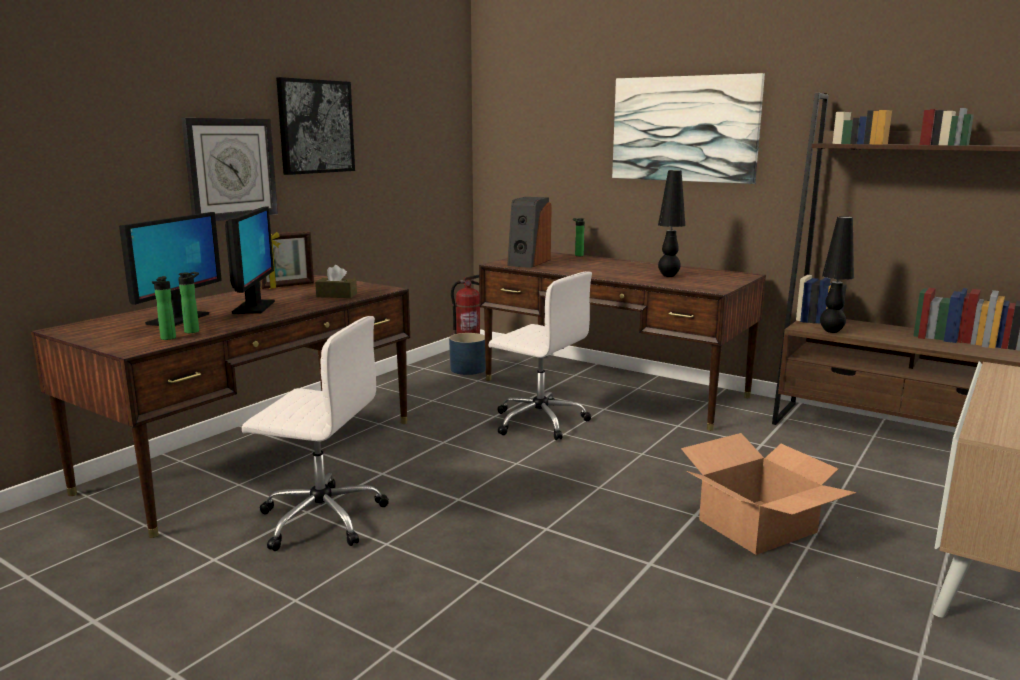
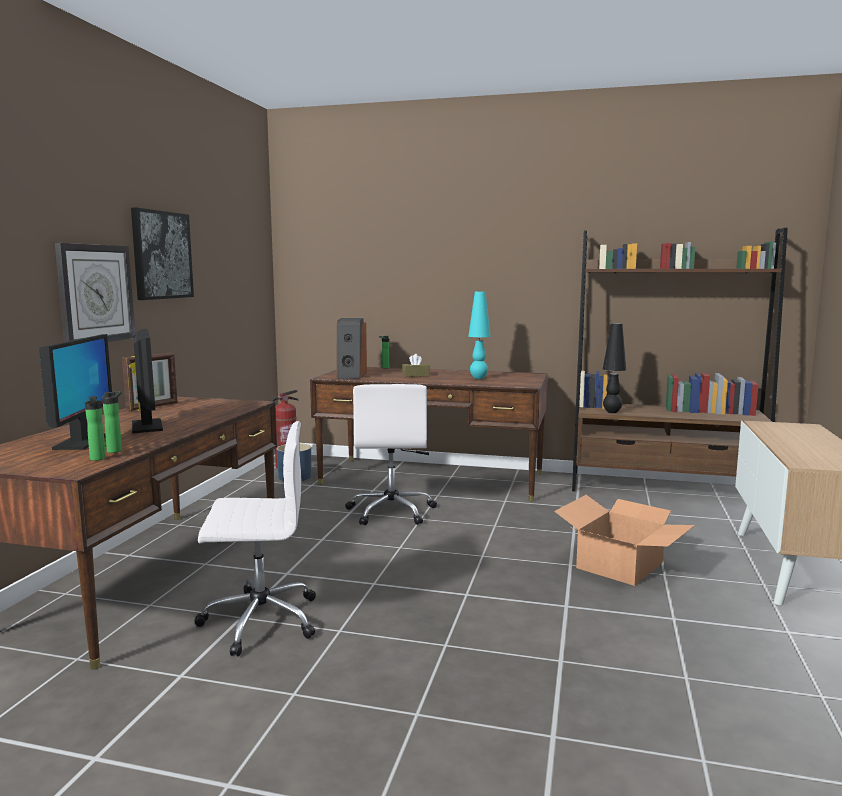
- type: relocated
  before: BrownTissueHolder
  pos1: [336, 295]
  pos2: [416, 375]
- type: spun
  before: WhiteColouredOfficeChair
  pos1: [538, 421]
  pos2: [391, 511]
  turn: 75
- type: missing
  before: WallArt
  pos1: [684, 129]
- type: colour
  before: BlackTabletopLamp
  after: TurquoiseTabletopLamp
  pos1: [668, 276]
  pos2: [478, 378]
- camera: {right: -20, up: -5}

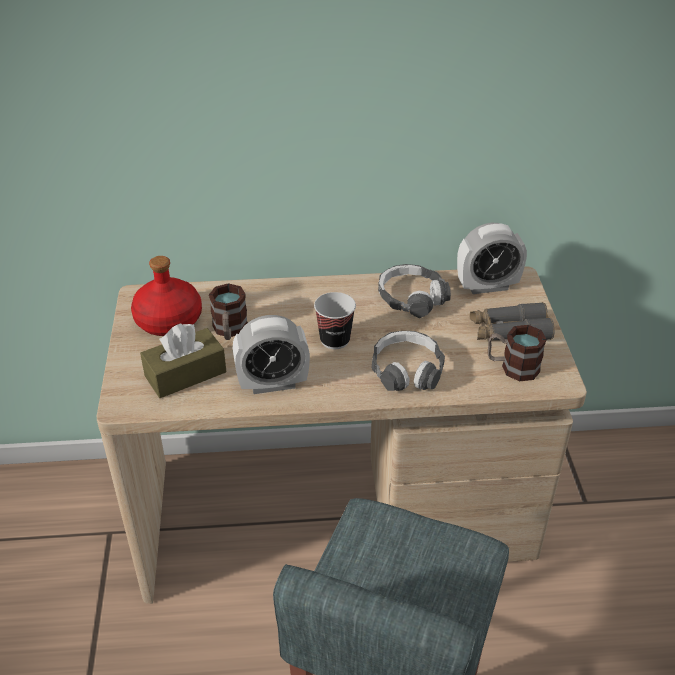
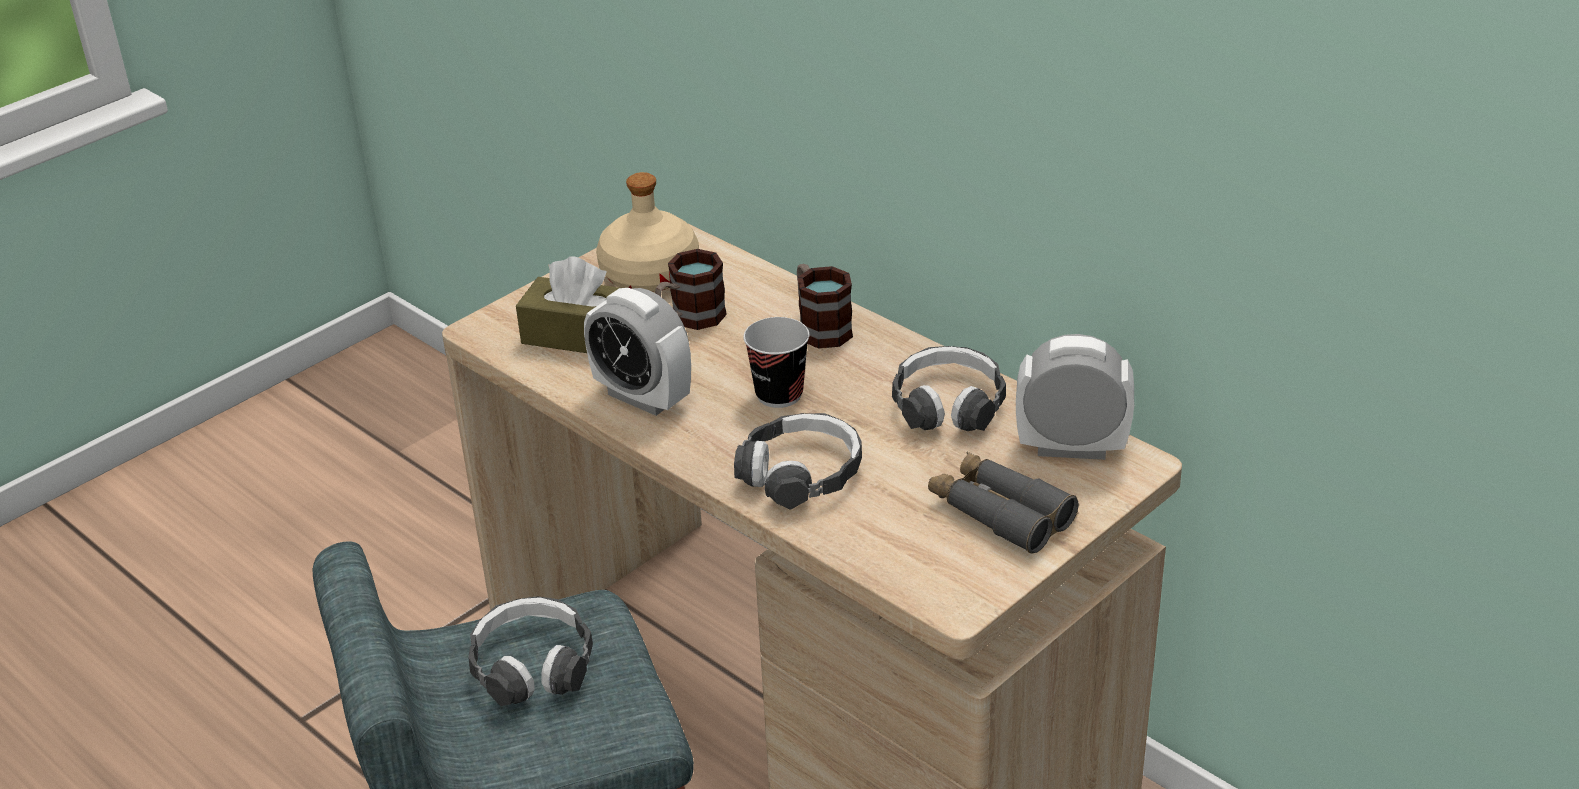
- type: colour
  before: RedBottle
  after: BeigeBottle
  pos1: [168, 320]
  pos2: [649, 274]
- type: spun
  before: BedsideClock
  pos1: [487, 286]
  pos2: [1071, 448]
  turn: 150
- type: relocated
  before: TeaMug
  pos1: [512, 367]
  pos2: [820, 327]
- type: appeared
  after: PairOfHeadphones
  pos2: [532, 665]
- camera: {right: 50, up: -5}

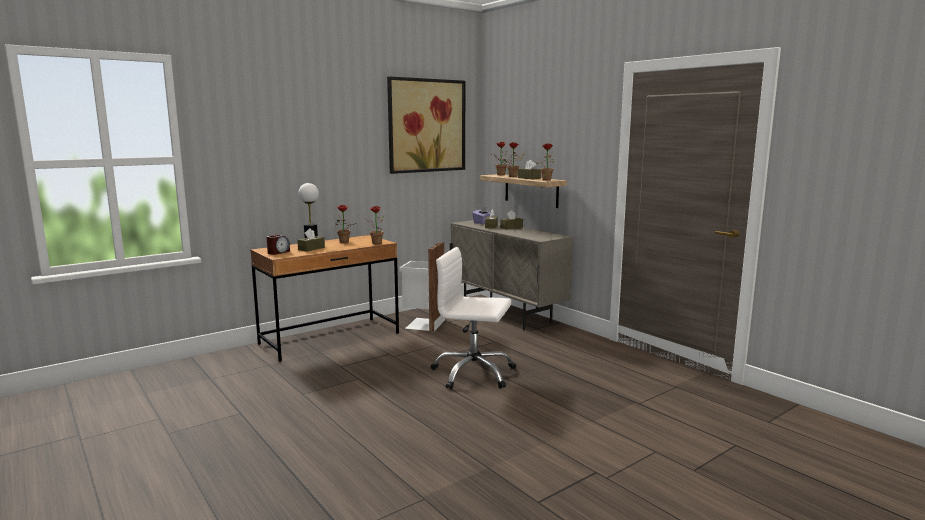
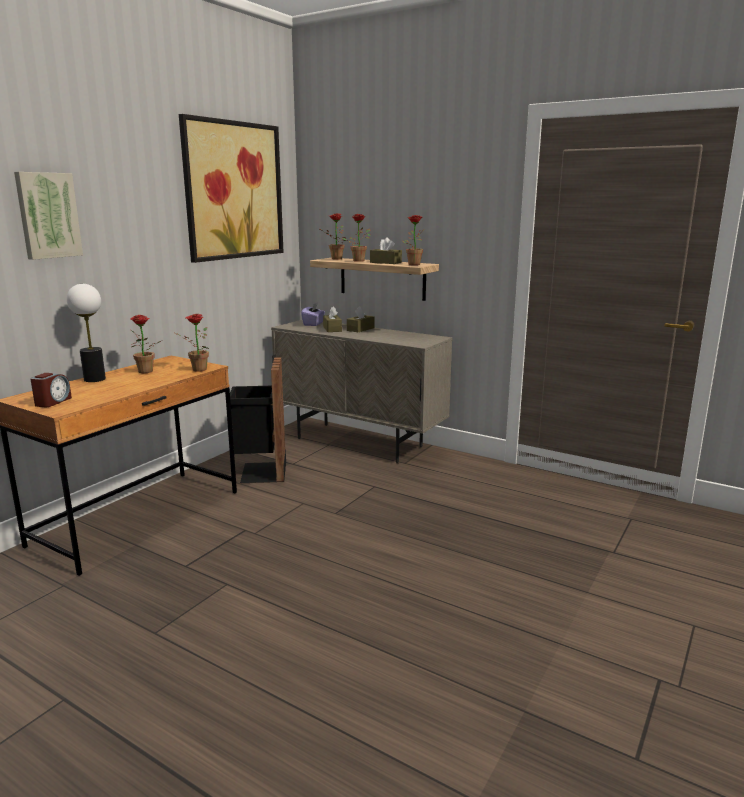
- type: missing
  before: BrownTissueHolder
  pos1: [311, 248]
- type: colour
  before: WhiteColouredTrashCan
  after: BlackTrashCan
  pos1: [423, 324]
  pos2: [260, 472]
- type: missing
  before: WhiteColouredOfficeChair
  pos1: [473, 373]
- type: appeared
  after: WallArt
  pos2: [48, 215]
- camera: {right: -20, up: 5}

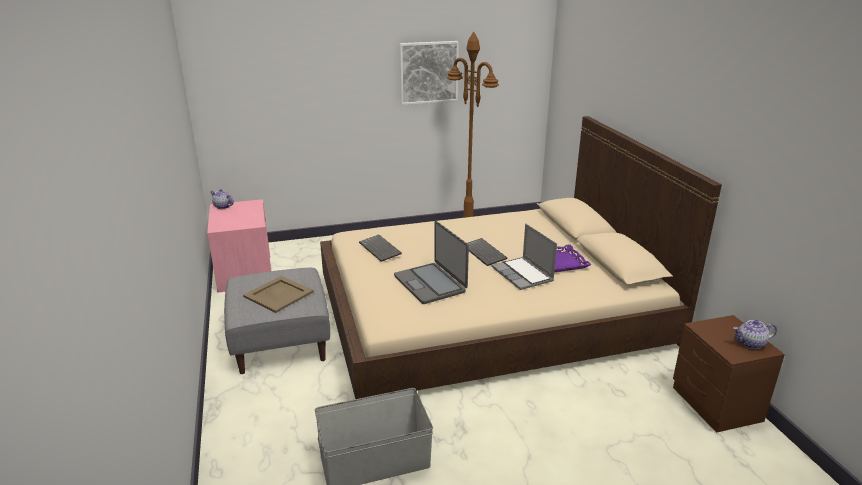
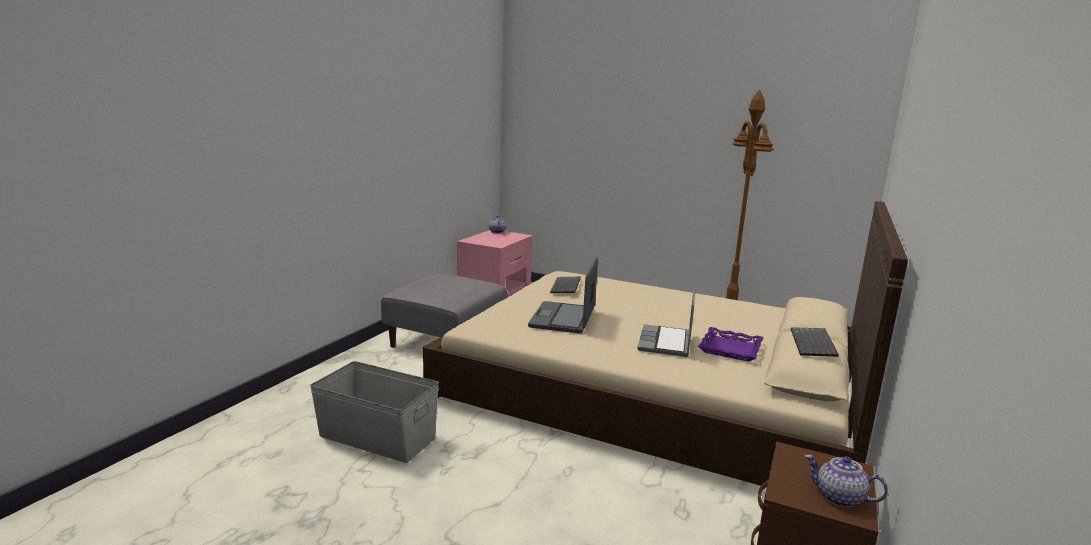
- type: missing
  before: BeigeCarryingTray
  pos1: [278, 294]
- type: missing
  before: WallArt
  pos1: [428, 72]
- type: relocated
  before: ComputerKeyboard
  pos1: [485, 253]
  pos2: [814, 344]
- camera: {right: 40, up: -10}

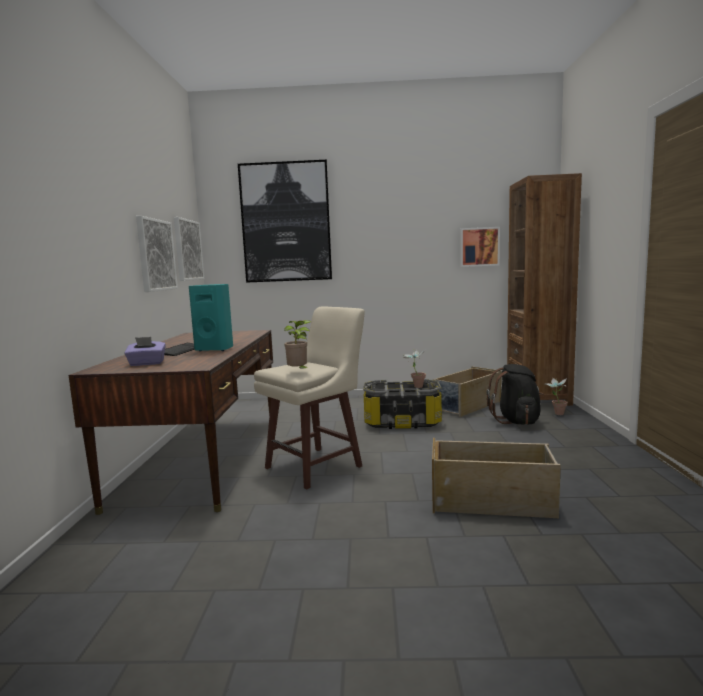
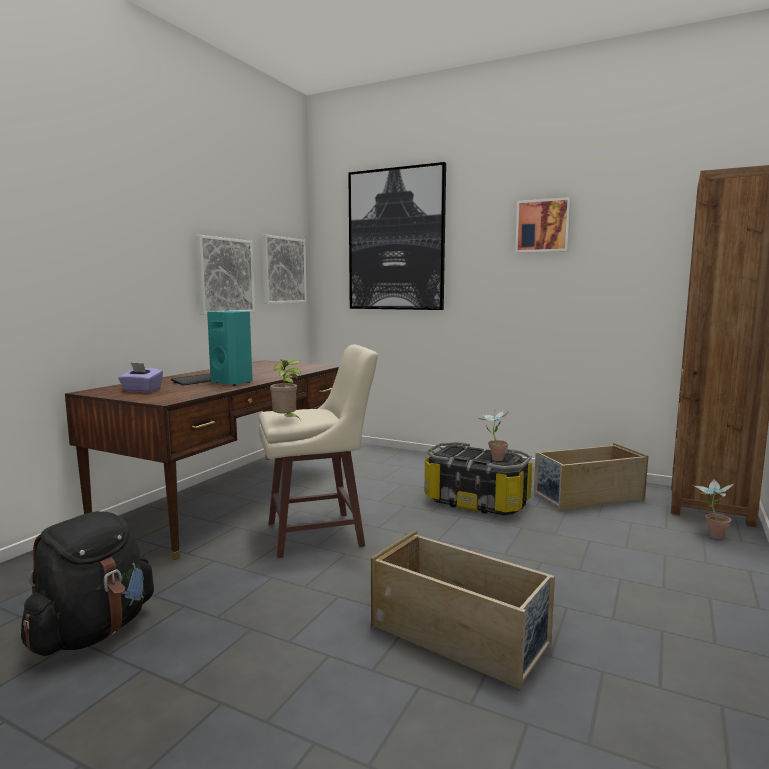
- type: relocated
  before: WallArt
  pos1: [479, 247]
  pos2: [543, 226]
- type: relocated
  before: BlackKnapsack
  pos1: [517, 421]
  pos2: [93, 632]
- camera: {right: 25, up: 0}

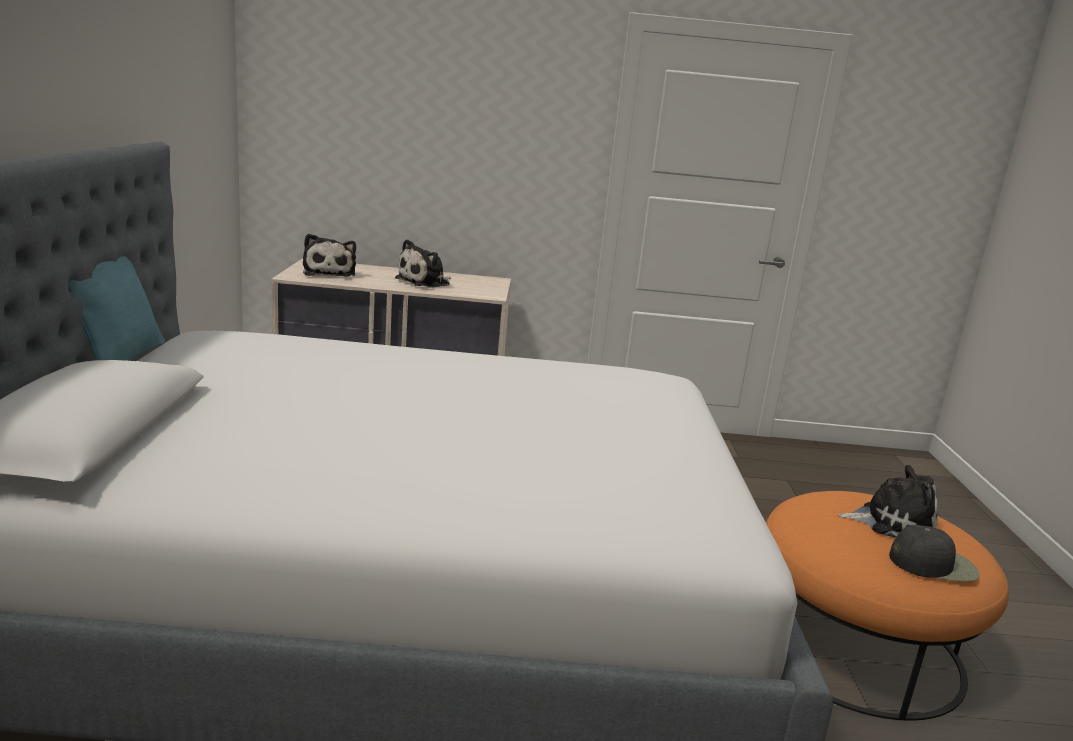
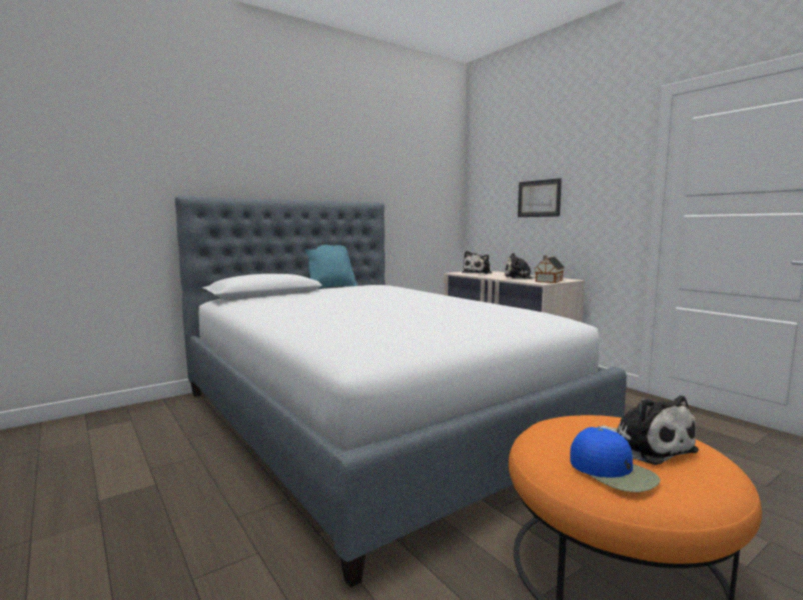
- type: colour
  before: BlackCap
  after: BlueCap
  pos1: [933, 564]
  pos2: [613, 471]
- type: appeared
  after: WallArt
  pos2: [539, 198]
- type: appeared
  after: MiniatureHouse
  pos2: [548, 281]
- camera: {right: 55, up: -10}

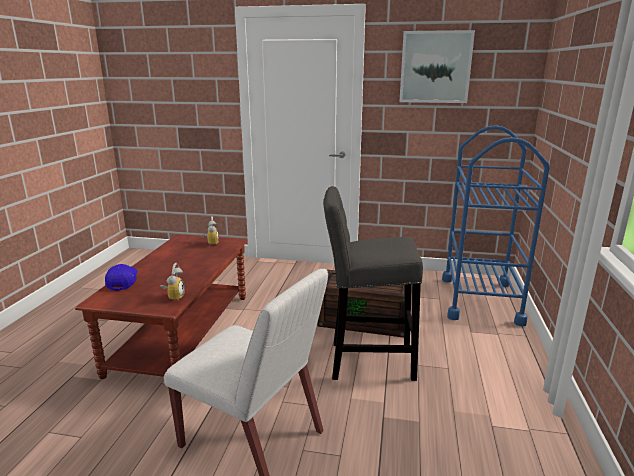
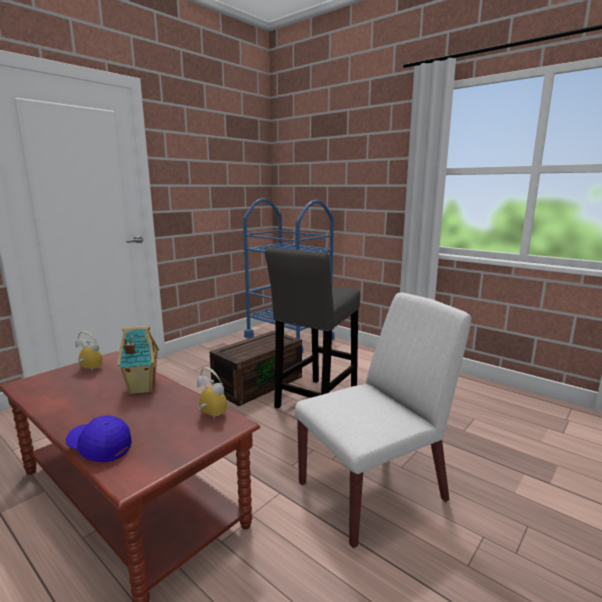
- type: missing
  before: WallArt
  pos1: [435, 67]
- type: appeared
  after: MiniatureHouse
  pos2: [141, 388]
- camera: {right: -60, up: -5}

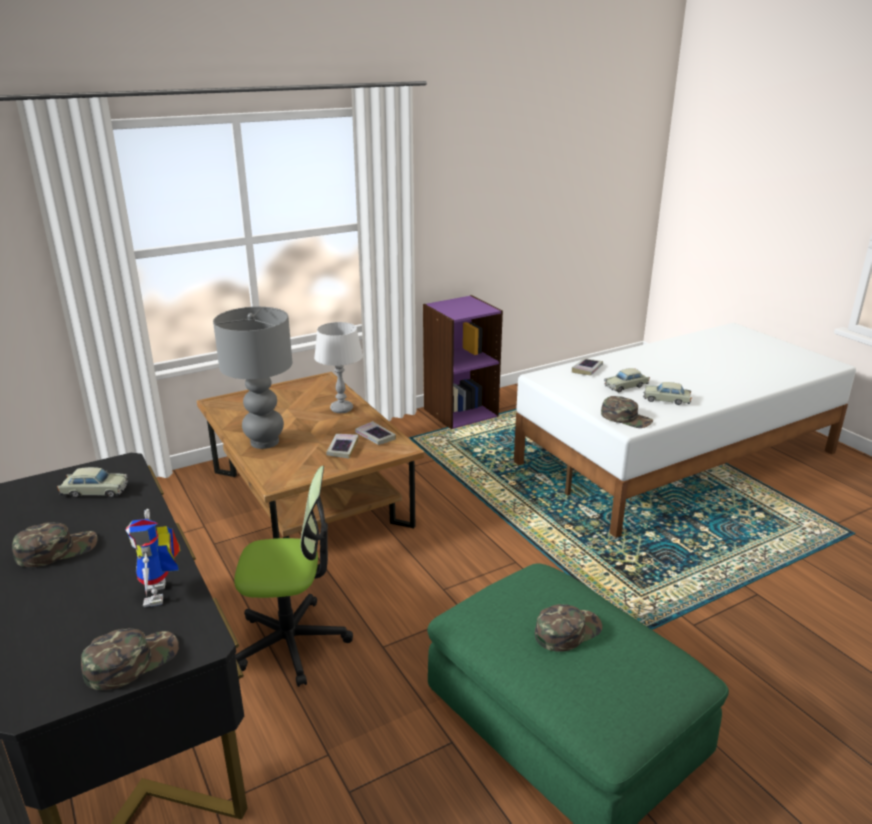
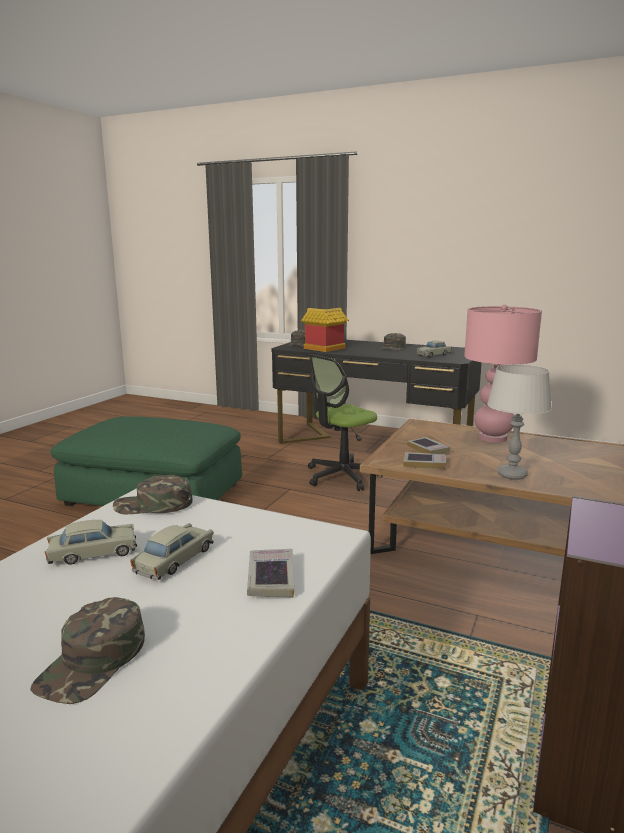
- type: exchanged
  before: RobotFigure
  after: MiniatureHouse
  pos1: [161, 595]
  pos2: [323, 349]
- type: colour
  before: GrayTabletopLamp
  after: PinkTabletopLamp
  pos1: [265, 442]
  pos2: [492, 438]
- type: relocated
  before: GreenColouredCap
  pos1: [567, 631]
  pos2: [93, 661]
- camera: {right: 145, up: -10}

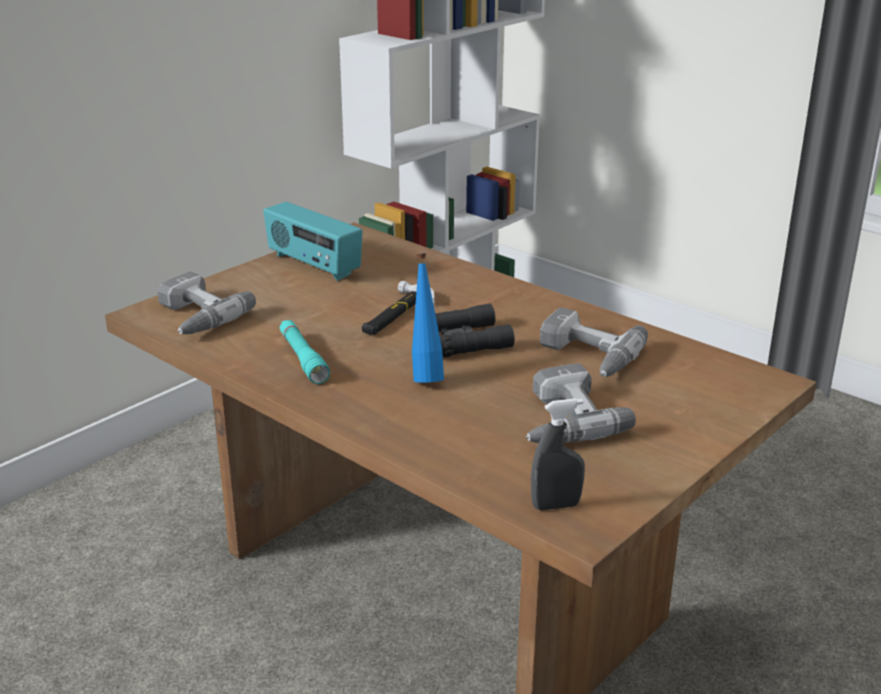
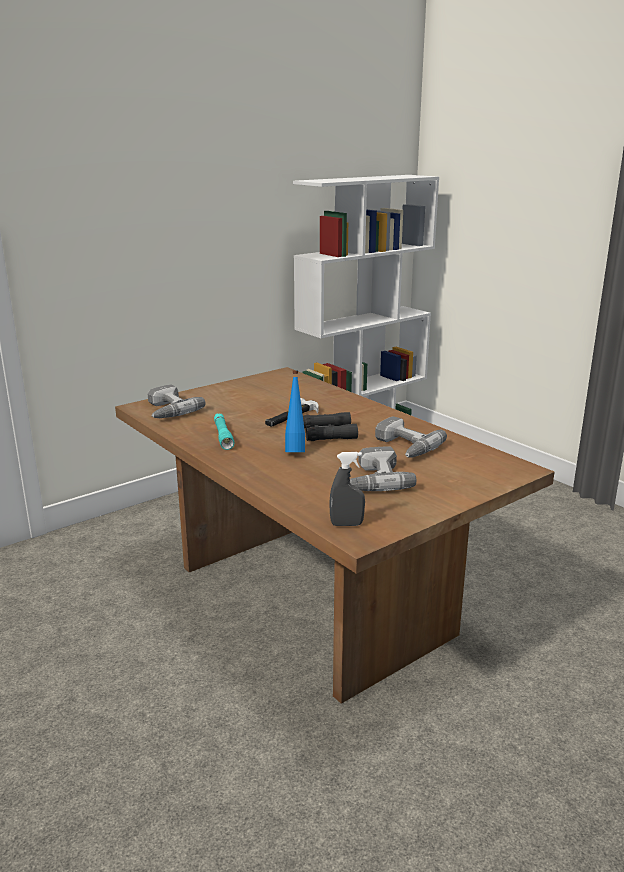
- type: missing
  before: RadioReceiver
  pos1: [313, 265]
- camera: {right: 10, up: -5}

